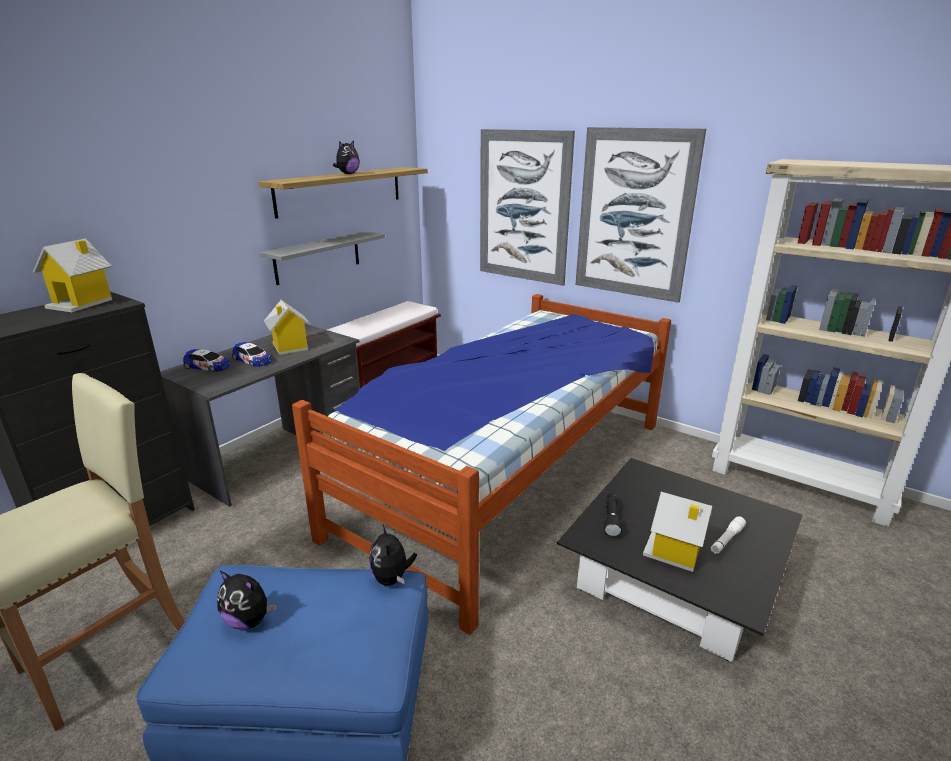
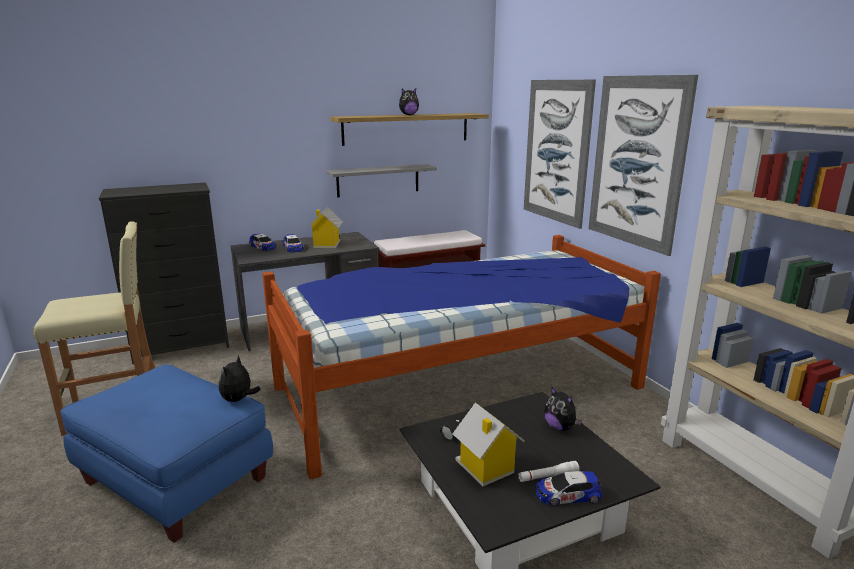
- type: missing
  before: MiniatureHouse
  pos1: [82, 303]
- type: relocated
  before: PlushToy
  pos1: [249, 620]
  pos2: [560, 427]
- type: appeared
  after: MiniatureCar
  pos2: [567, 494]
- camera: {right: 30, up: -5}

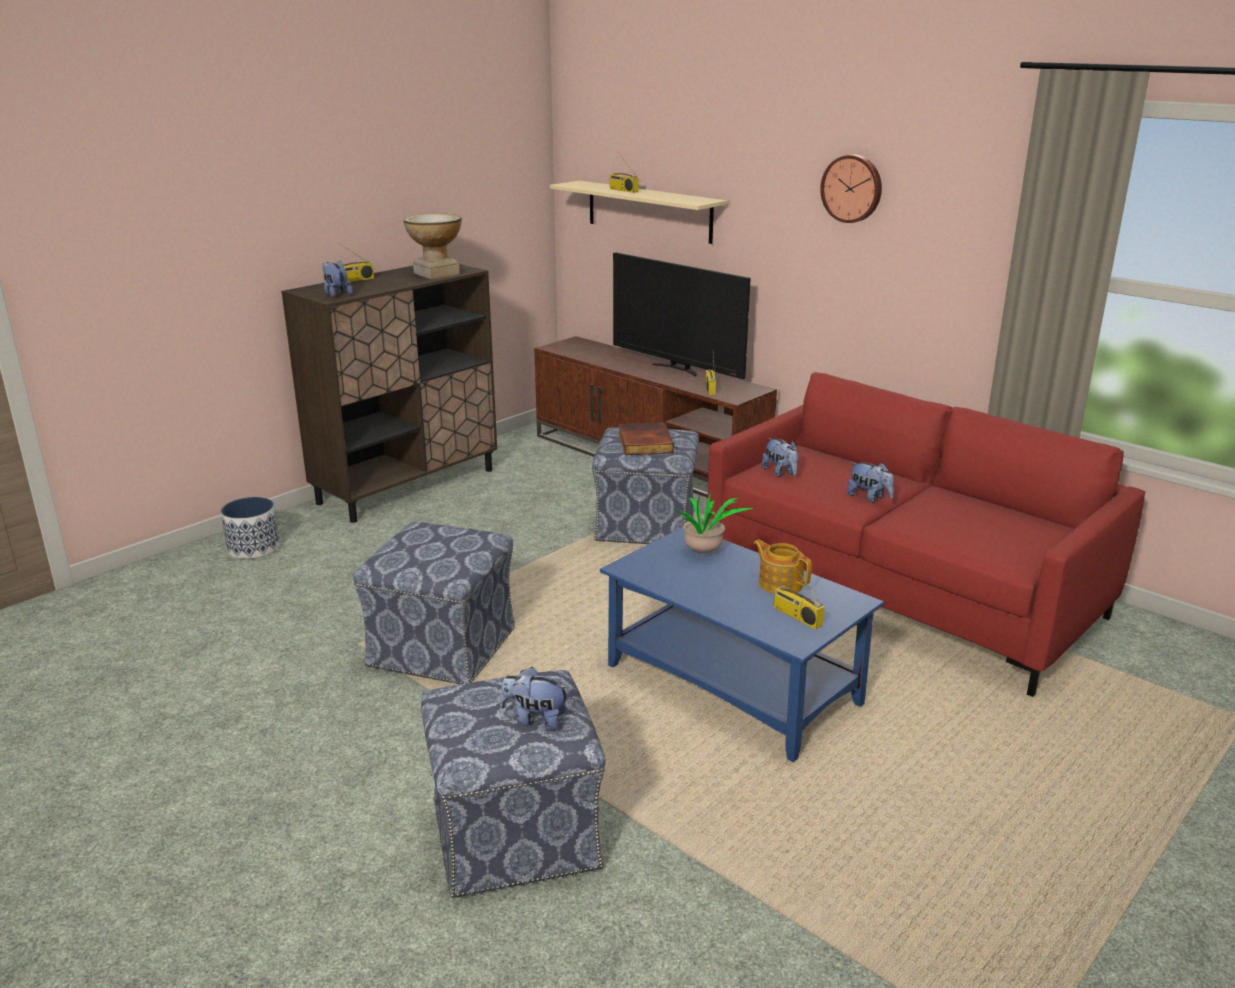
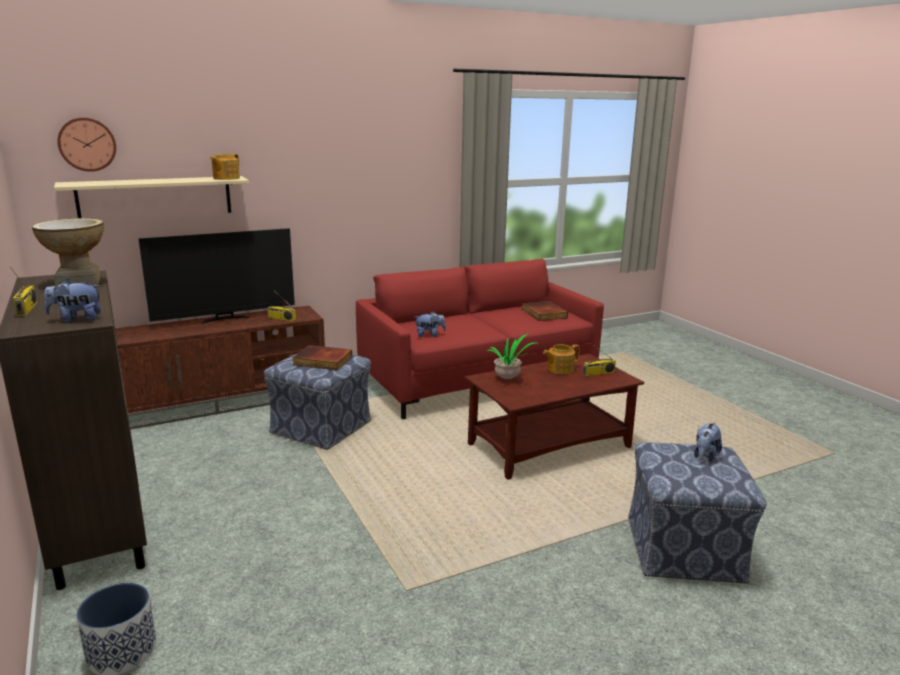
- type: missing
  before: Ottoman
  pos1: [443, 646]
- type: colour
  before: BlueLoungeTable
  after: BrownLoungeTable
  pos1: [734, 685]
  pos2: [550, 445]
- type: missing
  before: RadioReceiver
  pos1: [623, 190]
- type: relocated
  before: ClockOnTheWall
  pos1: [852, 188]
  pos2: [87, 144]
- type: missing
  before: PlushToy
  pos1: [869, 497]
- type: appeared
  after: PotForTea
  pos2: [225, 178]
- type: appeared
  after: BoundBook
  pos2: [543, 313]
- camera: {right: -70, up: -5}

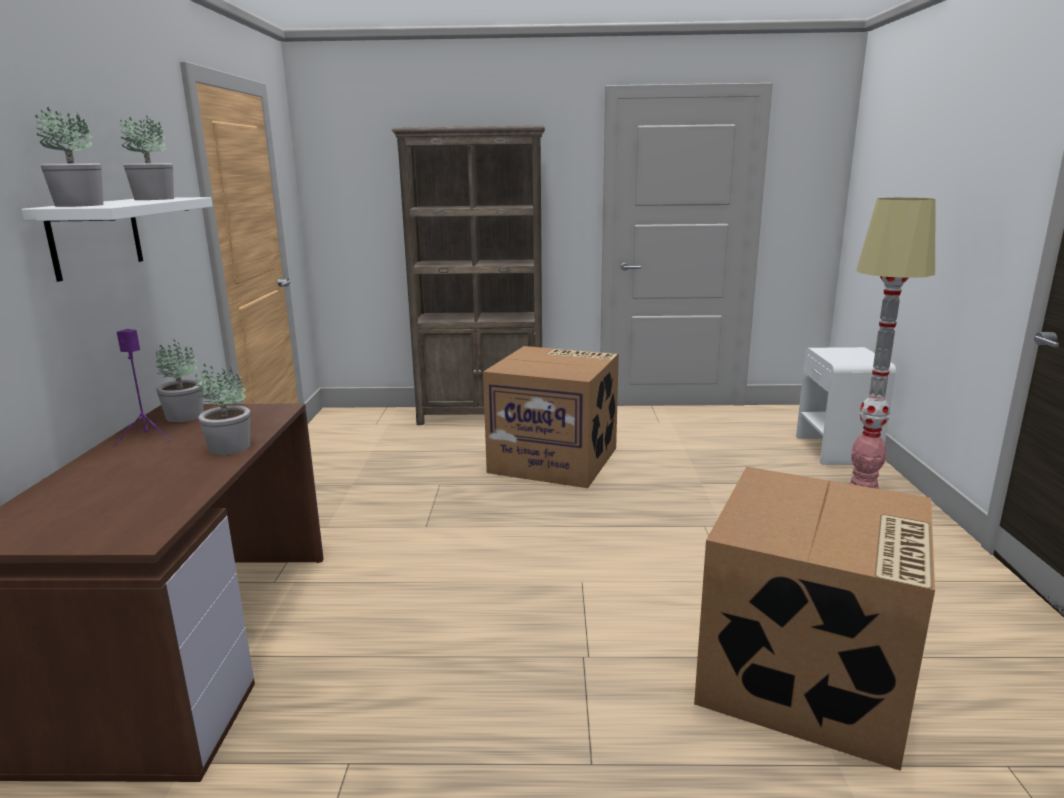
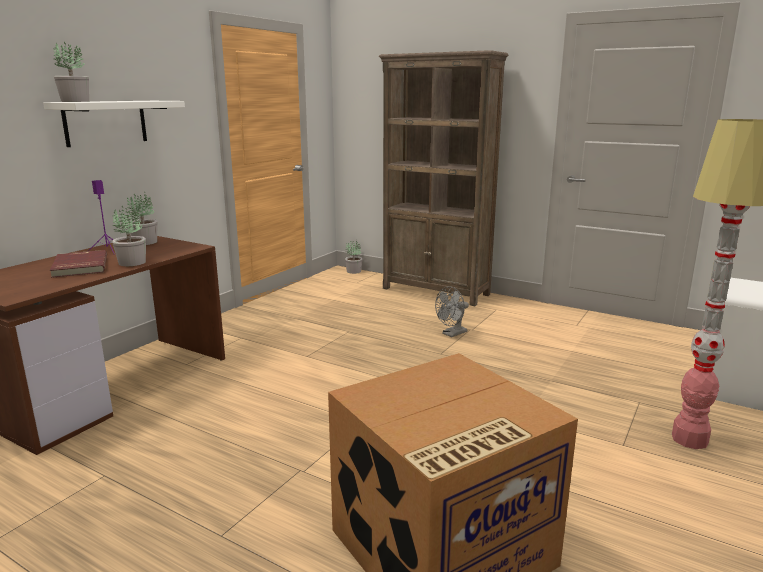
- type: relocated
  before: PlantInAPot
  pos1: [153, 199]
  pos2: [353, 271]
- type: exchanged
  before: CardboardBox
  after: GrayFan
  pos1: [556, 459]
  pos2: [452, 334]
- type: appeared
  after: RedBoundBook
  pos2: [79, 266]
- camera: {right: 30, up: 0}

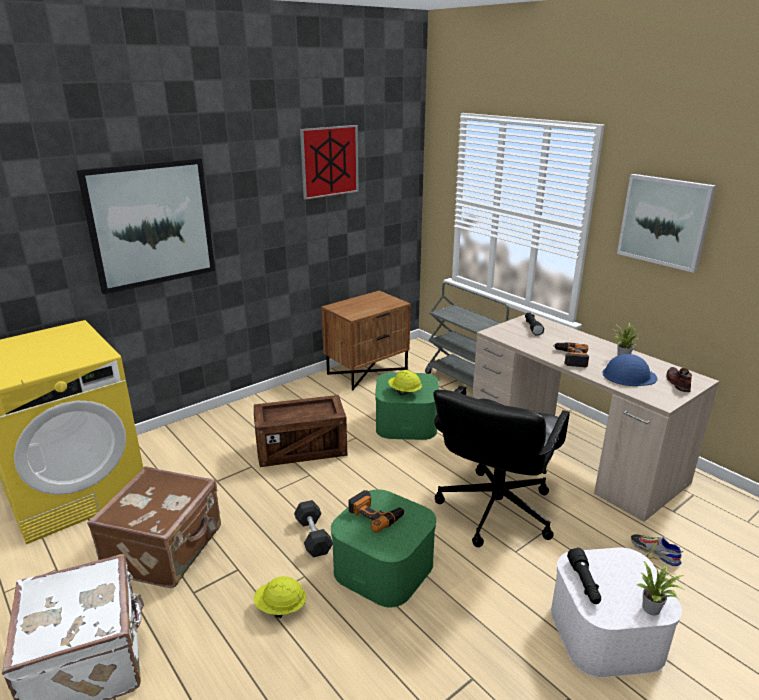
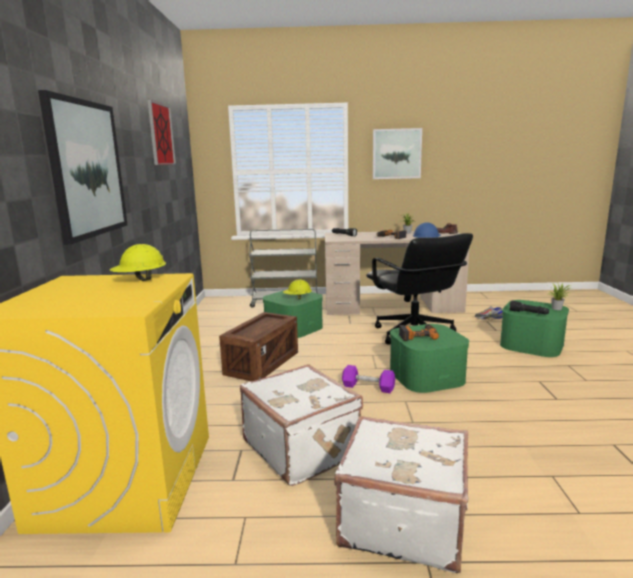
- type: colour
  before: BrownTravelCase
  after: WhiteColouredTravelCase
  pos1: [166, 550]
  pos2: [302, 447]
- type: relocated
  before: YellowHardHat
  pos1: [280, 607]
  pos2: [140, 280]
- type: colour
  before: GrayFreeWeight
  after: PurpleColouredFreeWeight
  pos1: [313, 536]
  pos2: [368, 387]
- type: missing
  before: BrownNightstand
  pos1: [367, 371]
- type: colour
  before: WhiteColouredStorageContainer
  after: GreenColouredStorageContainer
  pos1: [606, 632]
  pos2: [532, 344]
- camera: {right: -50, up: -10}

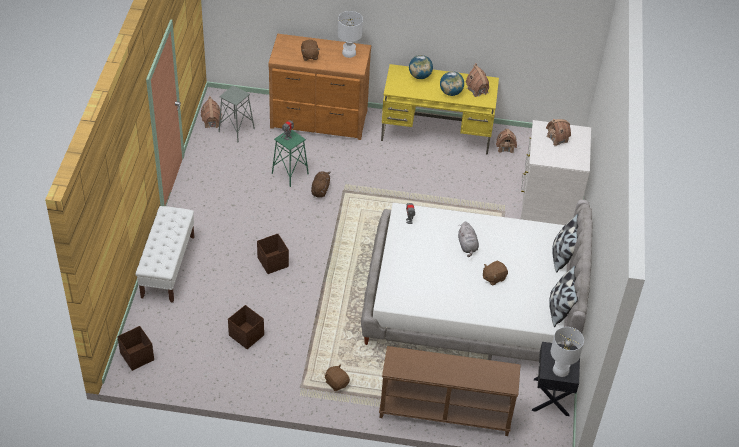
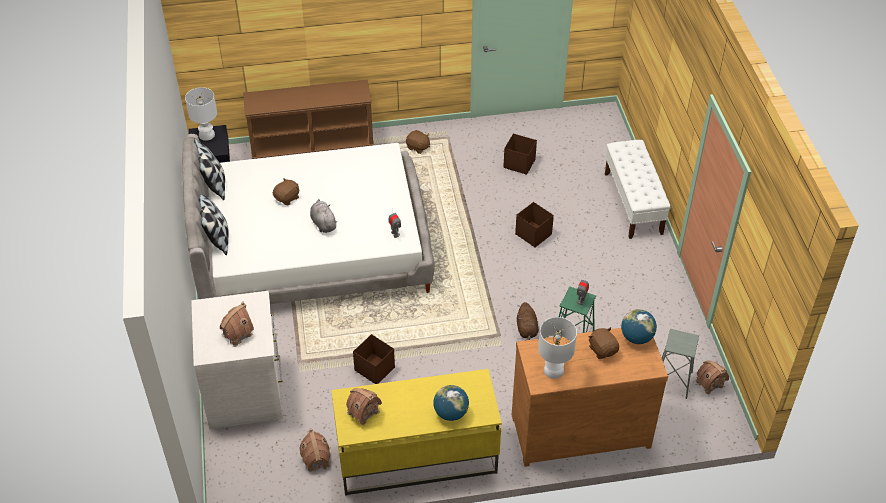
- type: relocated
  before: BrownStorageContainer
  pos1: [137, 357]
  pos2: [374, 368]
- type: relocated
  before: WorldGlobe
  pos1: [451, 92]
  pos2: [636, 337]
- camera: {right: 165, up: 0}

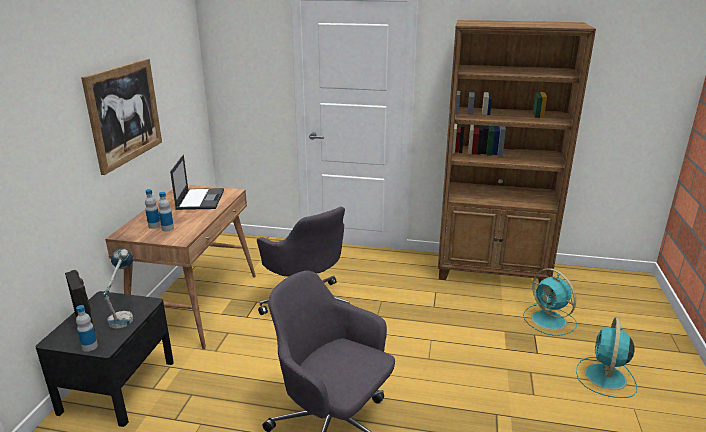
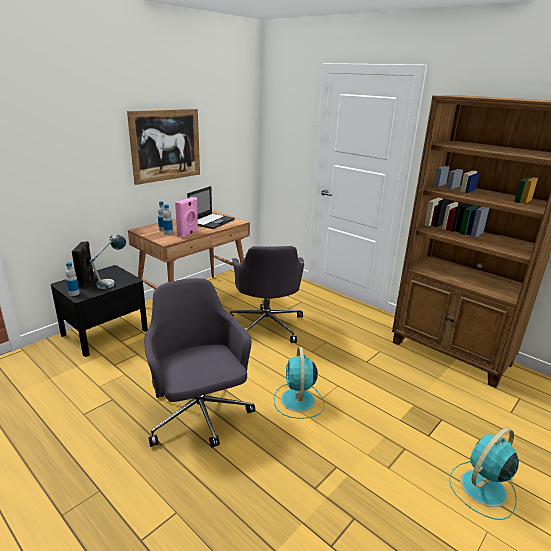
- type: relocated
  before: TurquoiseFan
  pos1: [550, 321]
  pos2: [298, 401]
- type: appeared
  after: PinkAudioSpeaker
  pos2: [188, 234]
- camera: {right: 30, up: 0}

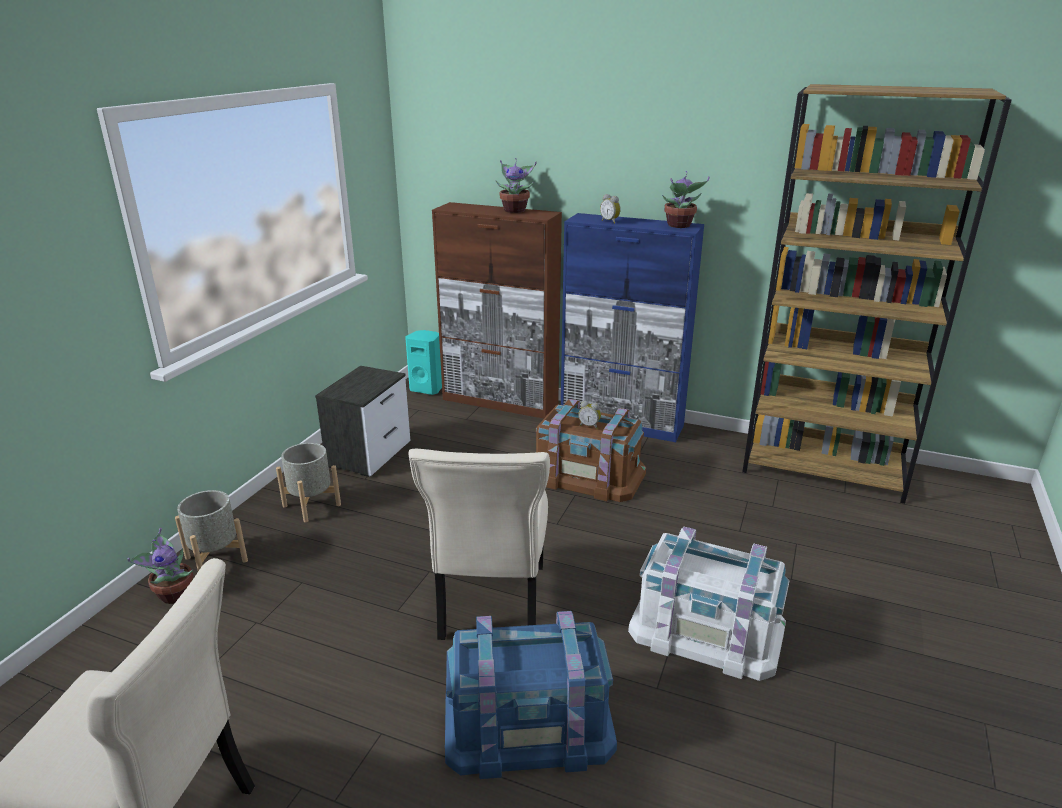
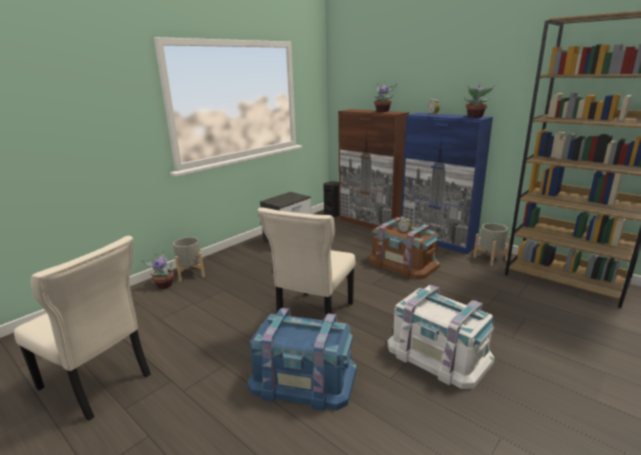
- type: relocated
  before: GrayFlowerPot
  pos1: [311, 505]
  pos2: [490, 258]
- type: colour
  before: TurquoiseAudioSpeaker
  after: BlackAudioSpeaker
  pos1: [427, 388]
  pos2: [333, 214]
- camera: {right: 20, up: -5}

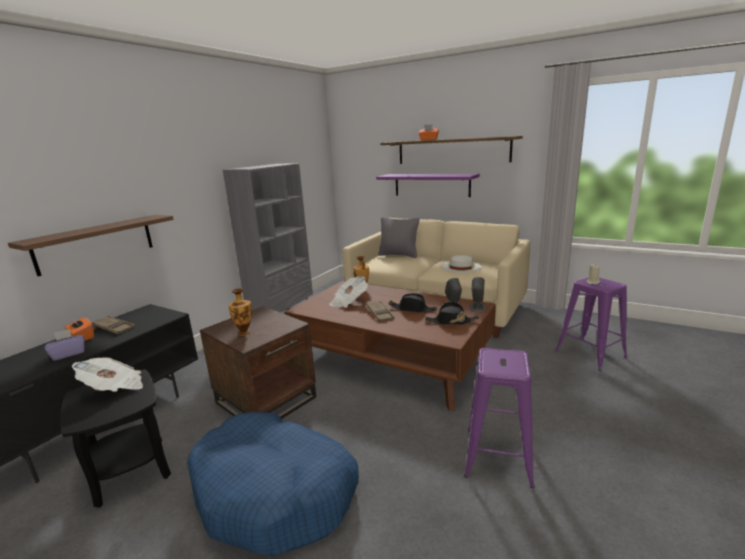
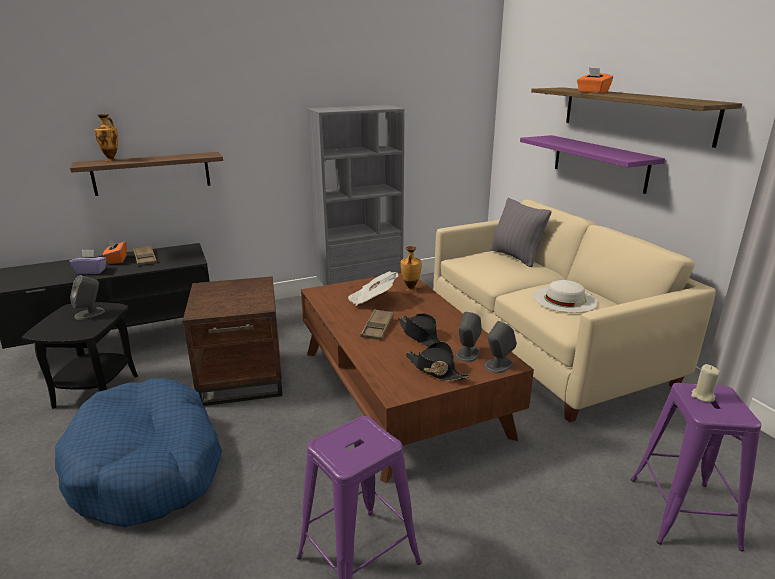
- type: exchanged
  before: PrintedPaper
  after: GrayAudioSpeaker
  pos1: [114, 388]
  pos2: [90, 313]
- type: relocated
  before: DecorativeVase
  pos1: [244, 332]
  pos2: [112, 160]
- camera: {right: 35, up: 5}

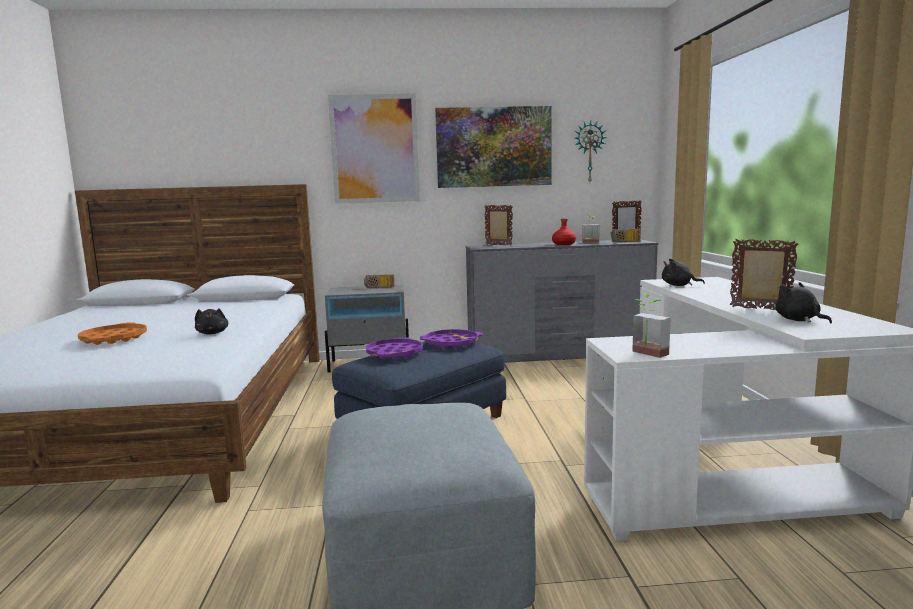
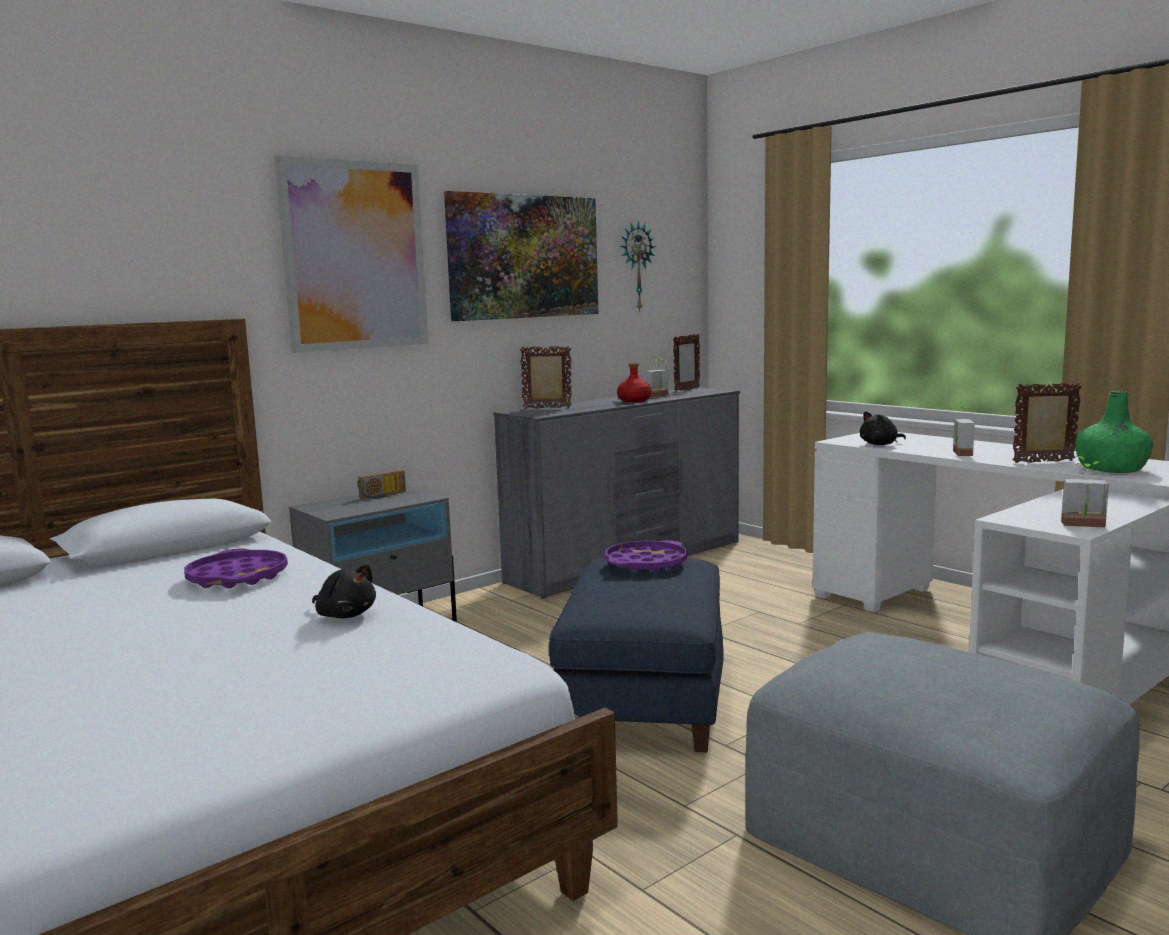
- type: missing
  before: OrangeColouredCarryingTray
  pos1: [114, 339]
- type: relocated
  before: PurpleColouredCarryingTray
  pos1: [394, 353]
  pos2: [237, 577]
- type: missing
  before: RadioReceiver
  pos1: [625, 242]
- type: exchanged
  before: BlackPlushToy
  after: GreenColouredBottle
  pos1: [798, 320]
  pos2: [1112, 469]
- type: appeared
  after: PlantInAPot
  pos2: [956, 453]
- camera: {right: -35, up: 0}

